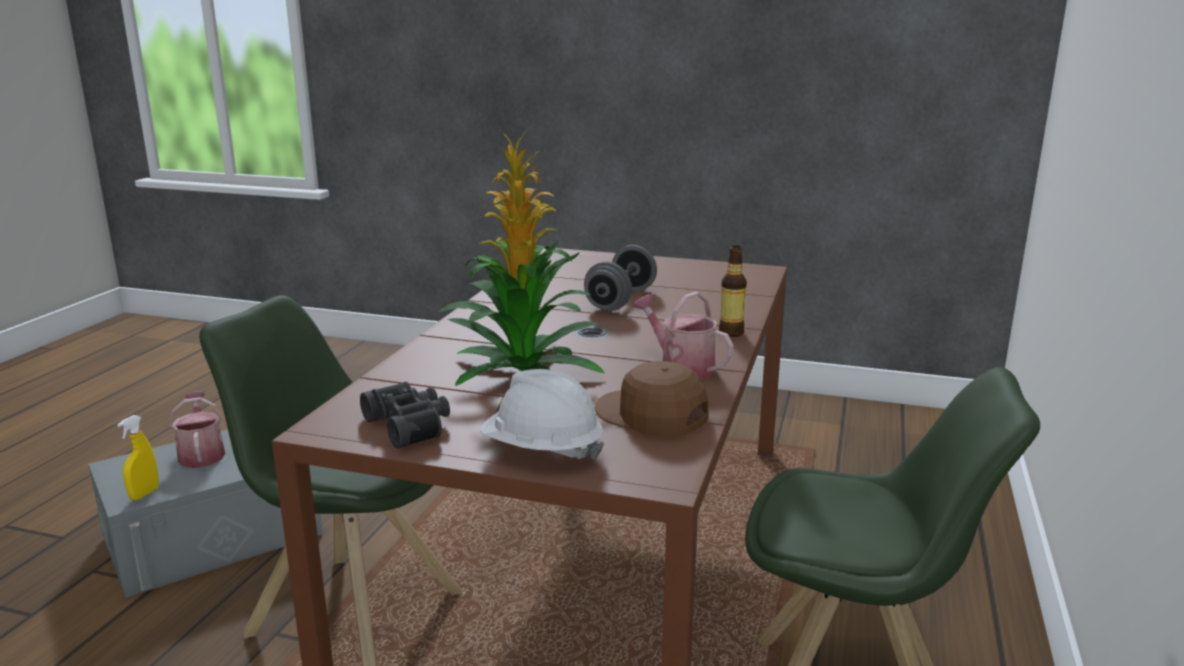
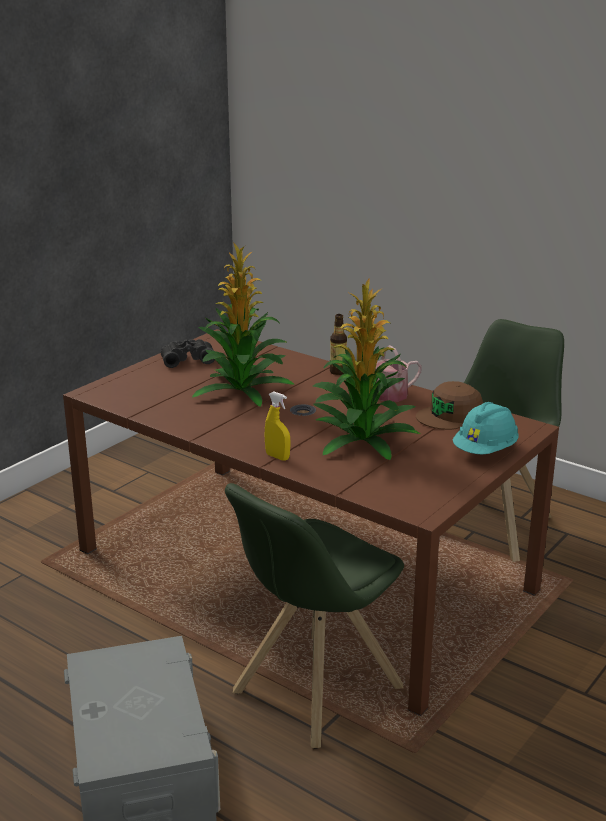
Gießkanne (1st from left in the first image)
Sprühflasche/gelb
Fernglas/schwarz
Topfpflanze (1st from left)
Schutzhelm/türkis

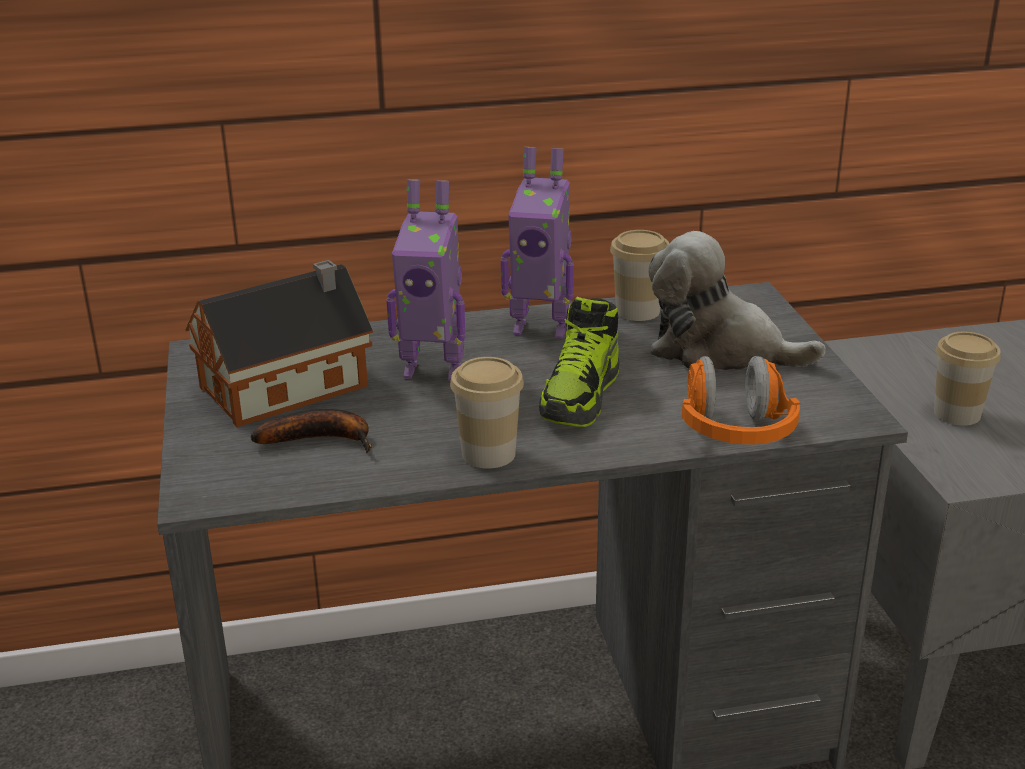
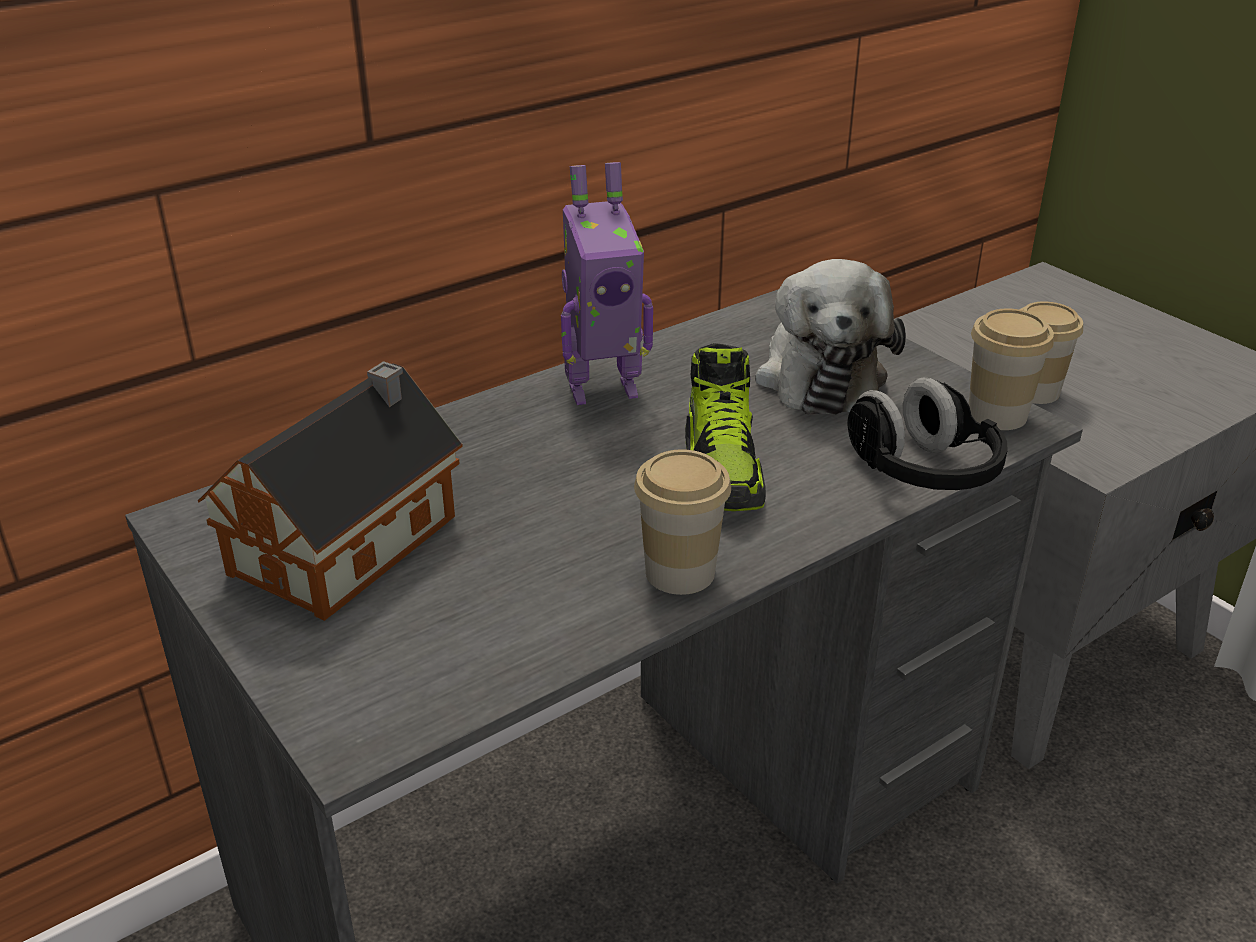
Banane
Spielzeugroboter (1st from left in the first image)
Tasse (2nd from left)
Kopfhörer/schwarz
Plüschtier

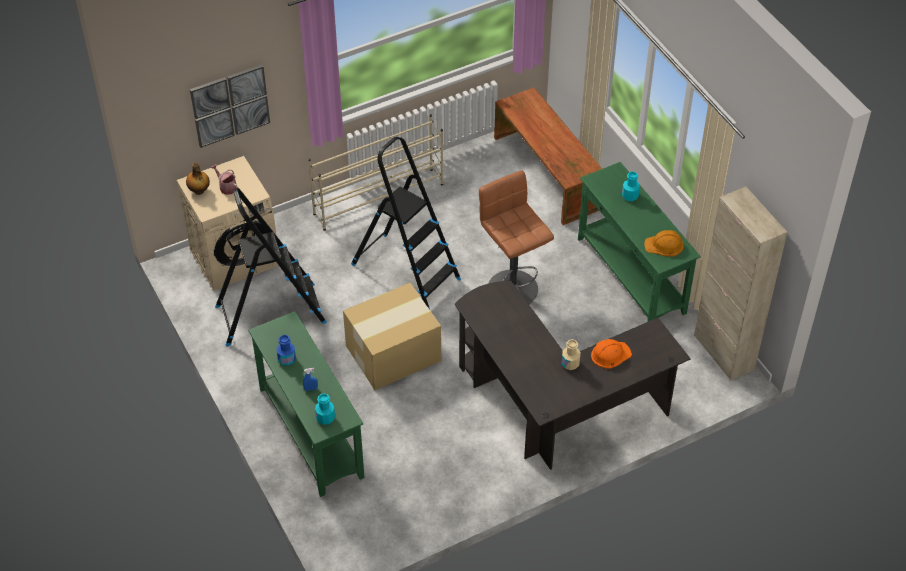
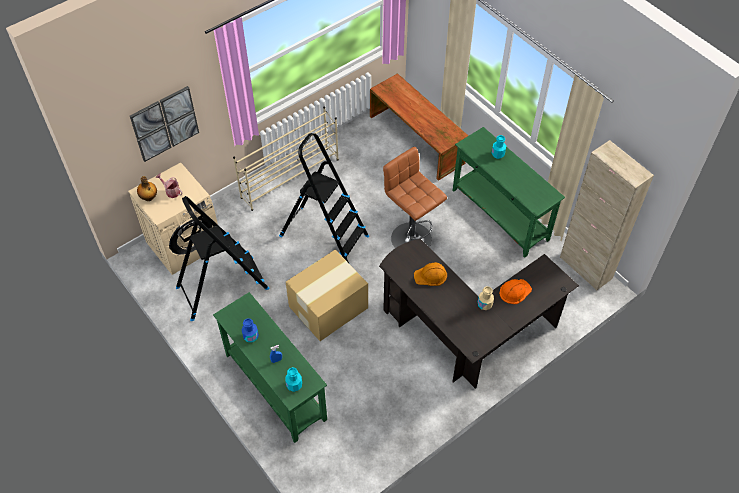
Schutzhelm/orange (1st from left)

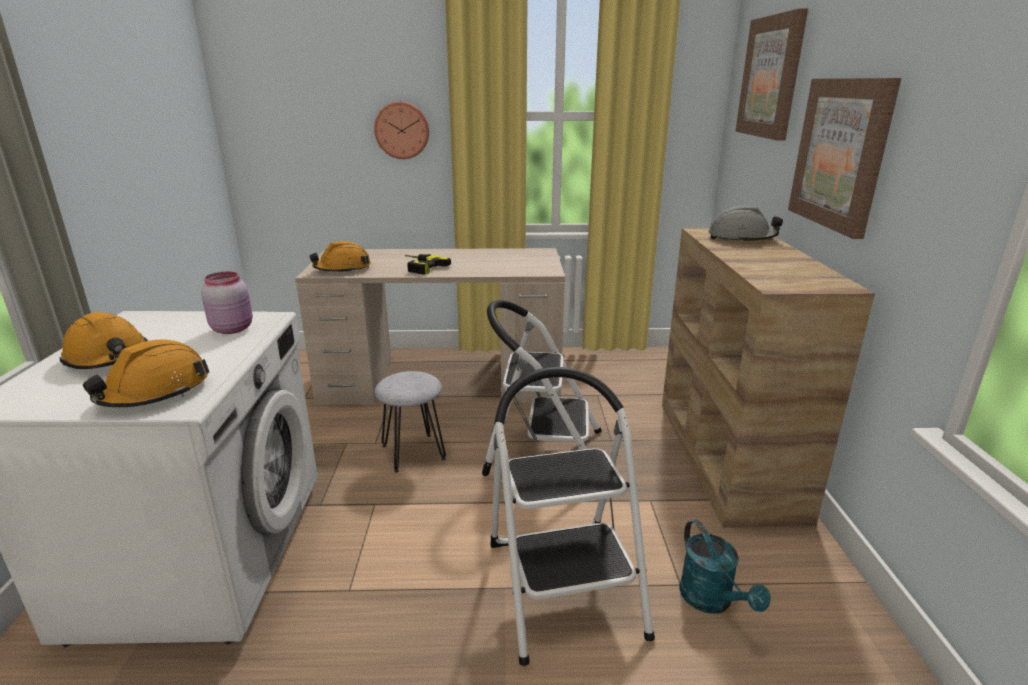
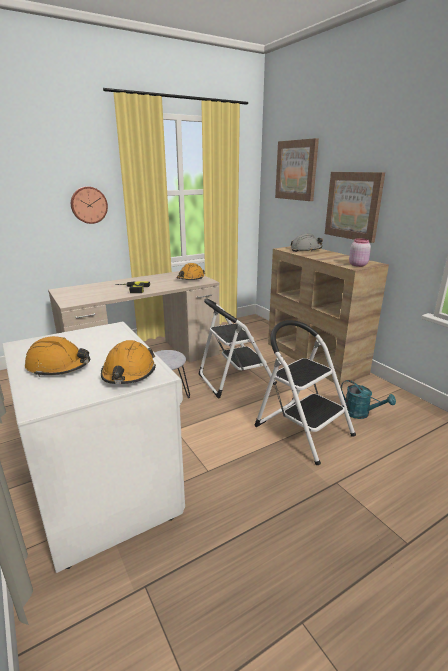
Vorratsglas/rosa
Schutzhelm/orange (3rd from left)

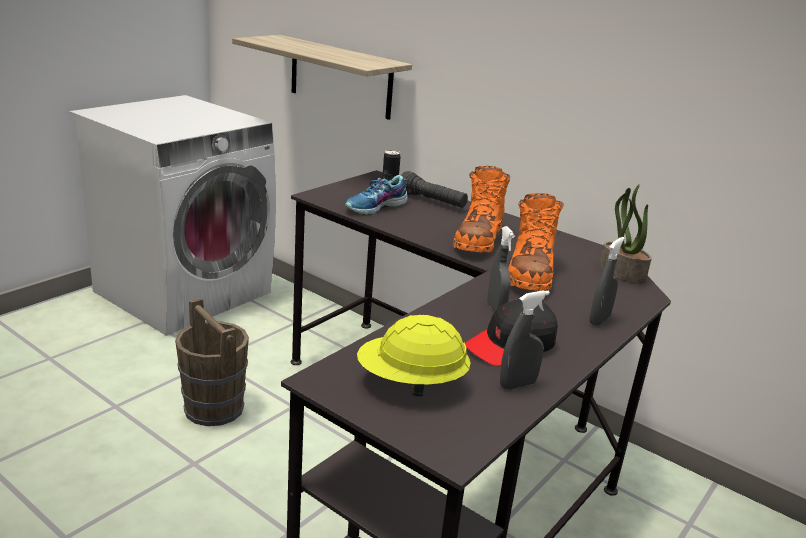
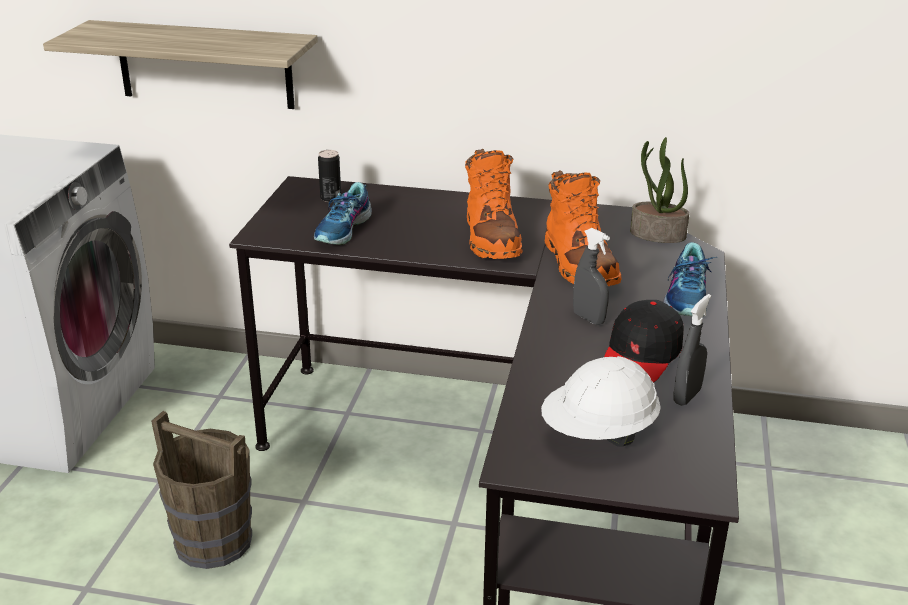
Taschenlampe/schwarz
Schuh (2nd from left)
Schutzhelm/weiß

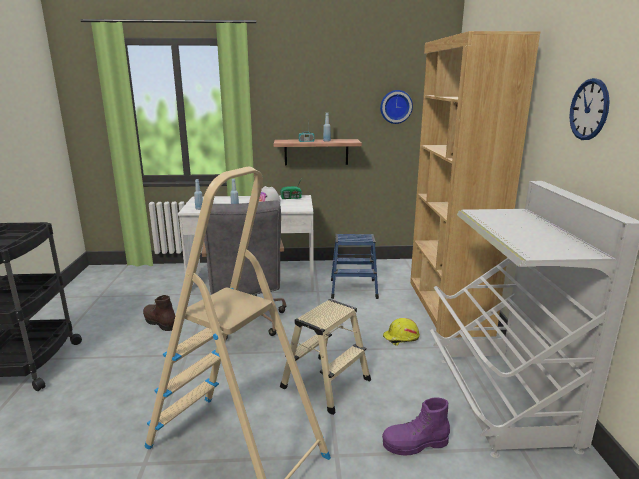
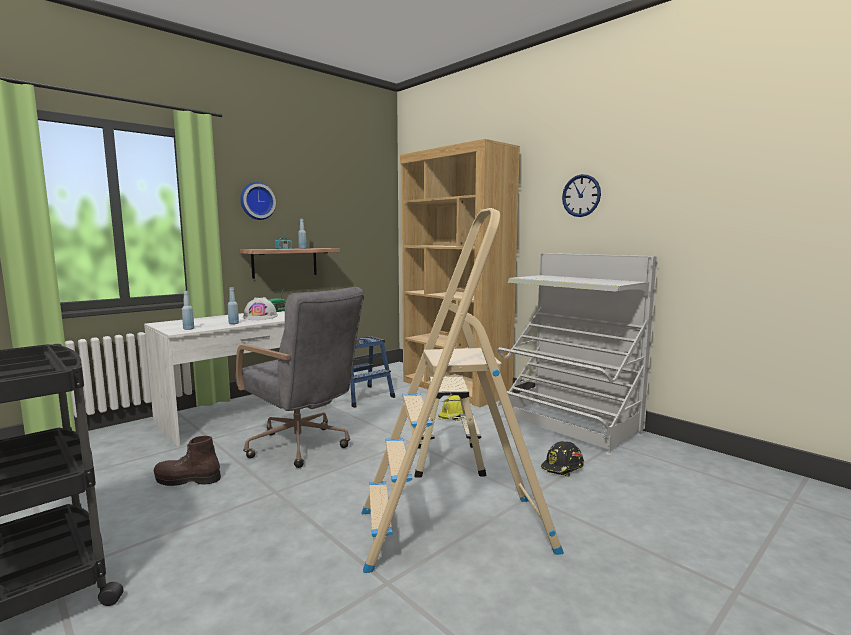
Wanduhr (1st from left)
Schutzhelm/schwarz

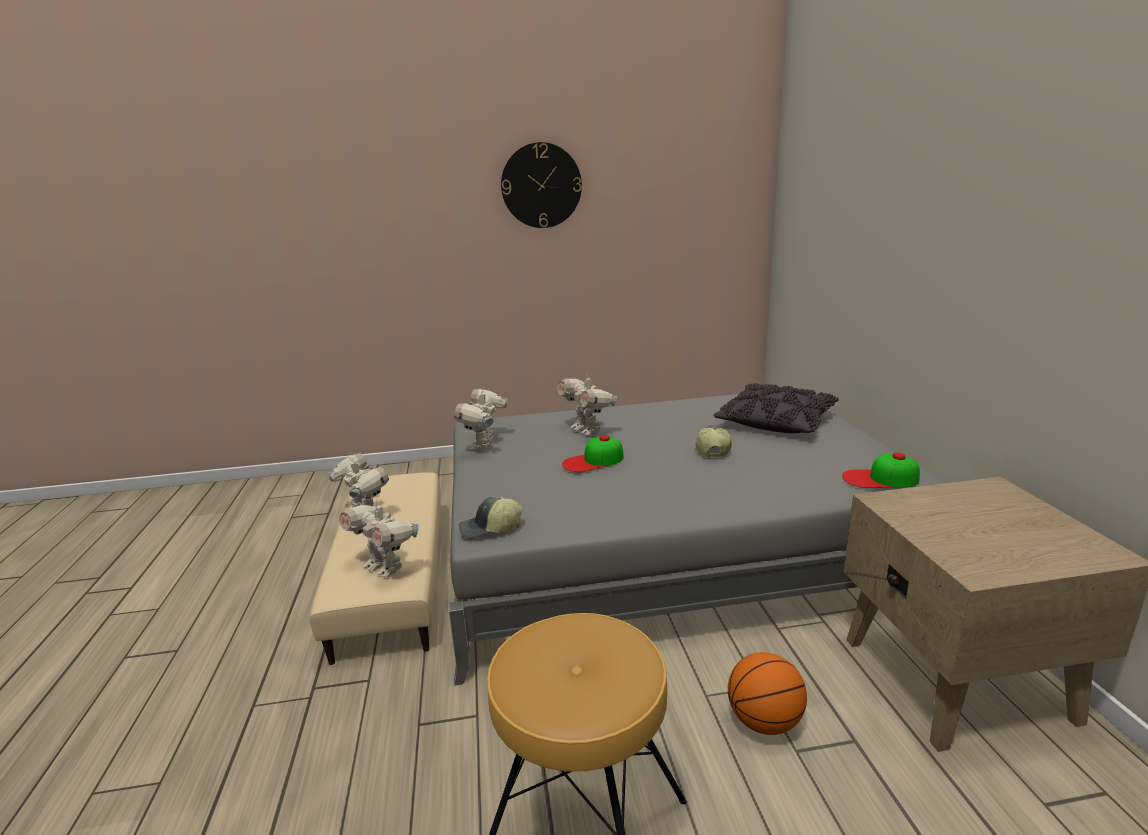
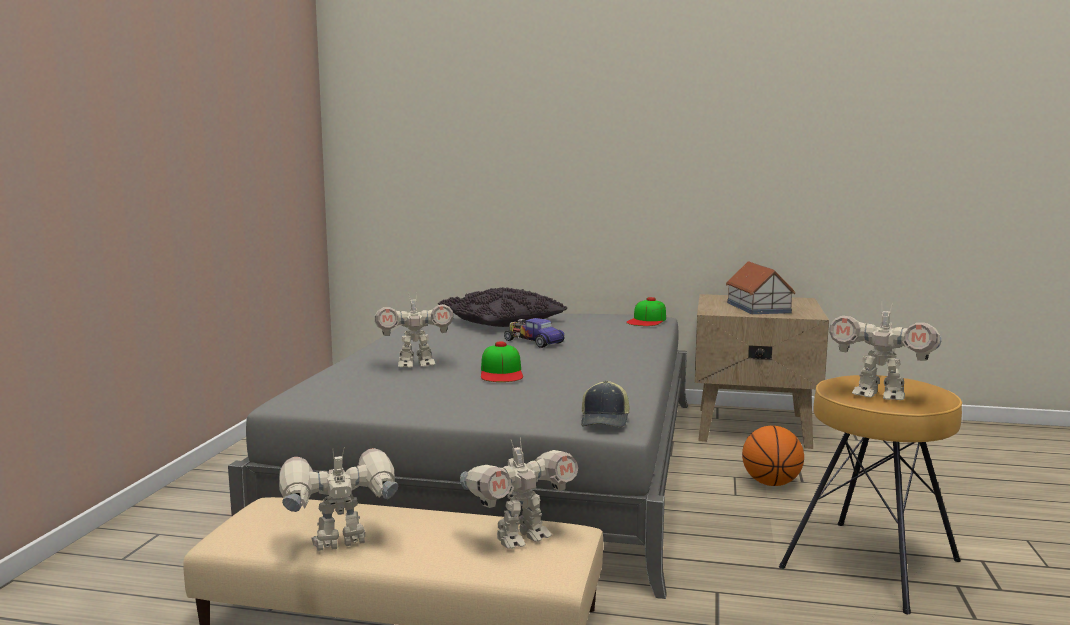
Wanduhr
Spielzeughaus
Spielzeugroboter (4th from left)
Spielzeugauto

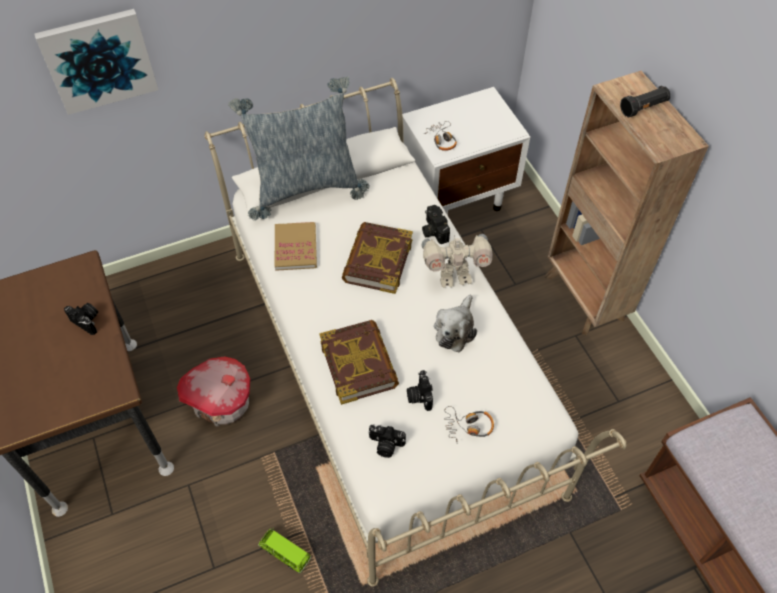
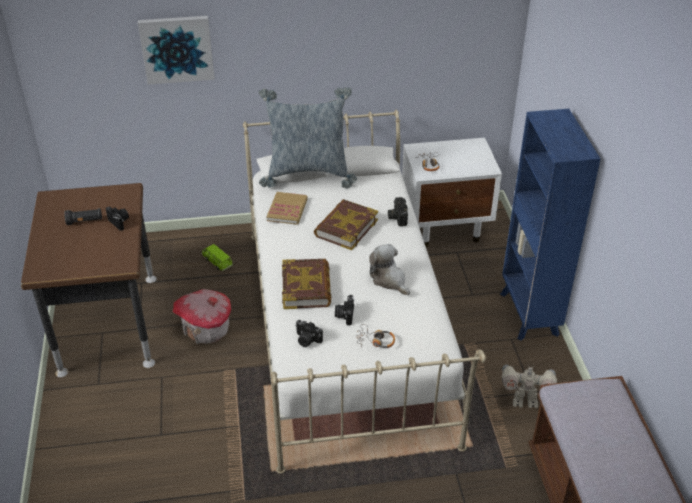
Spielzeugauto/grün
Spielzeugroboter
Taschenlampe/schwarz
Bücherregal/blau
Plüschtier

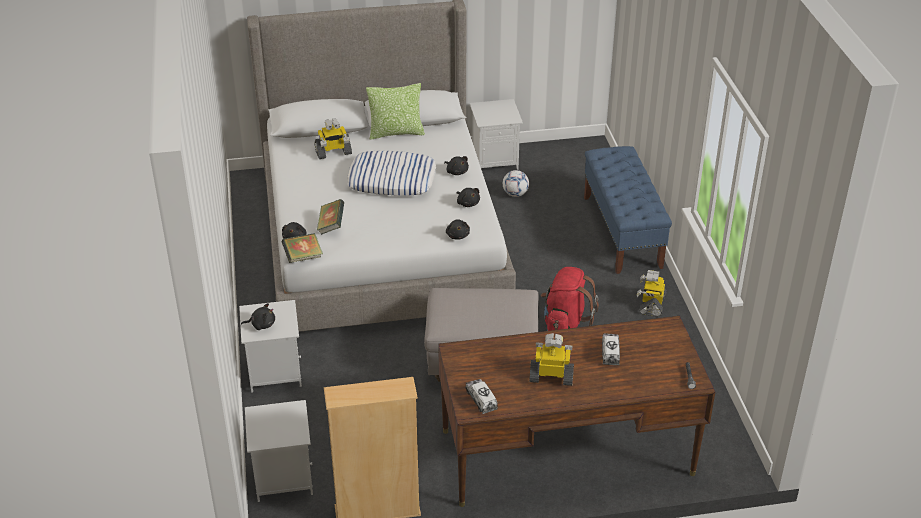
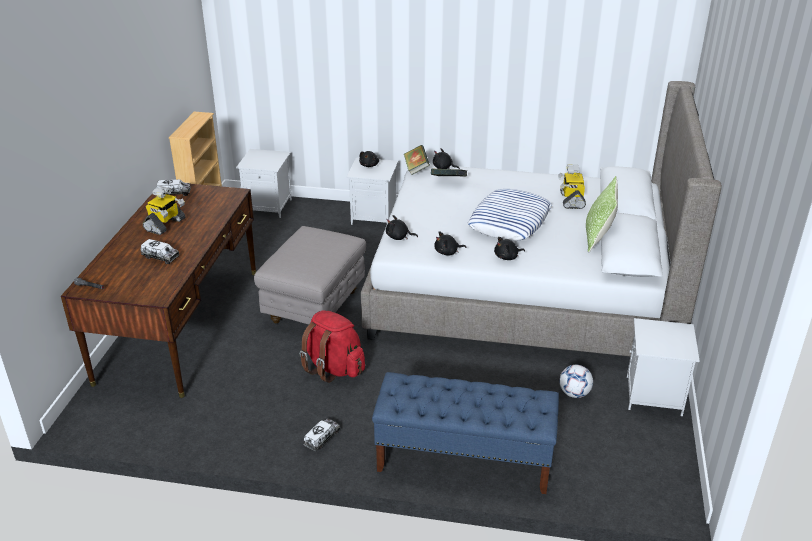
Spielzeuglaster (3rd from left)

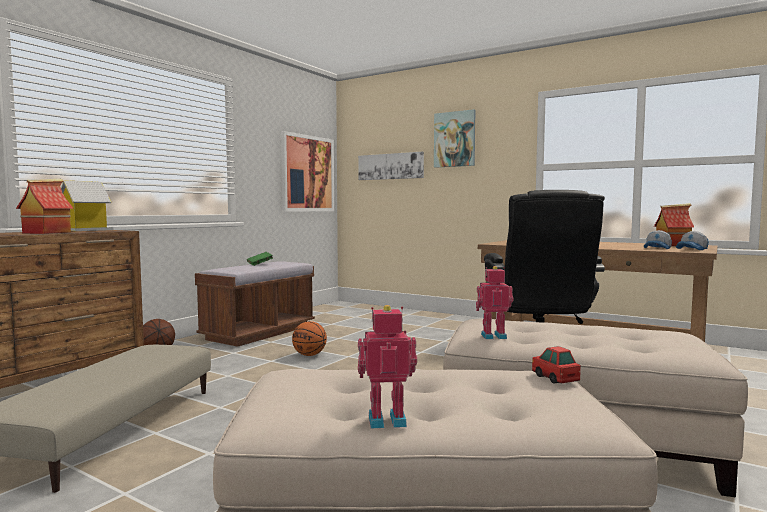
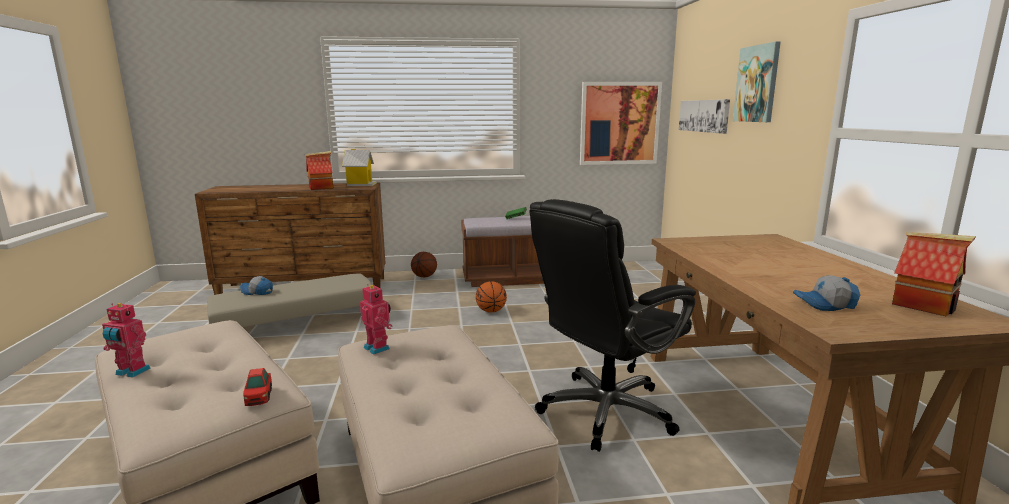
Kappe (1st from left)
Spielzeugroboter (1st from left)
Spielzeugauto

